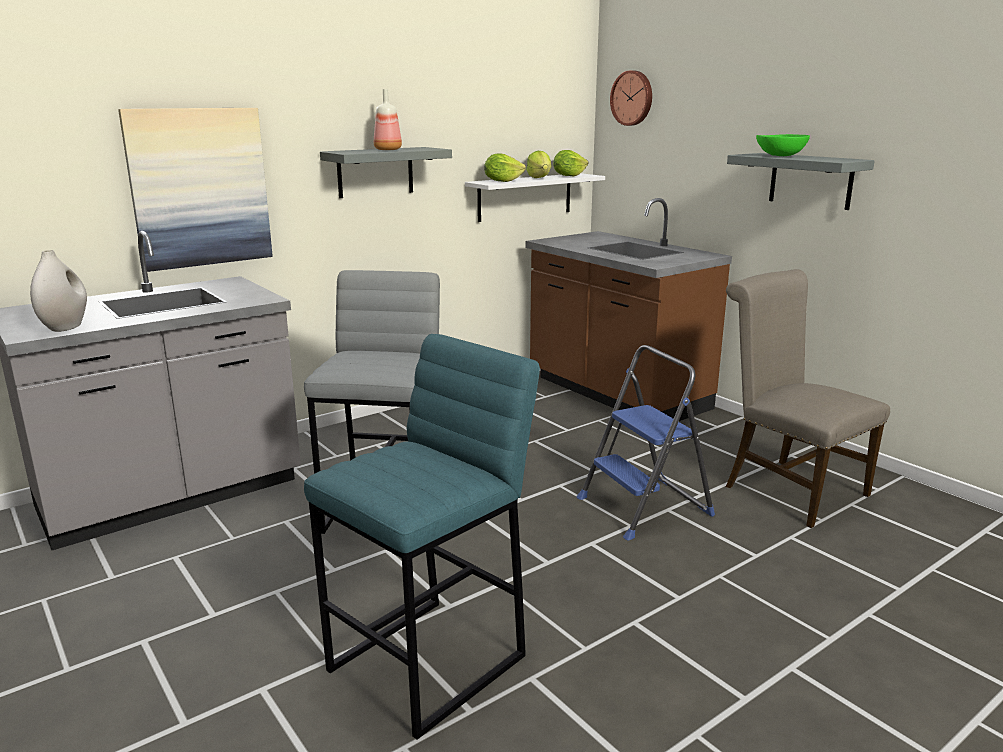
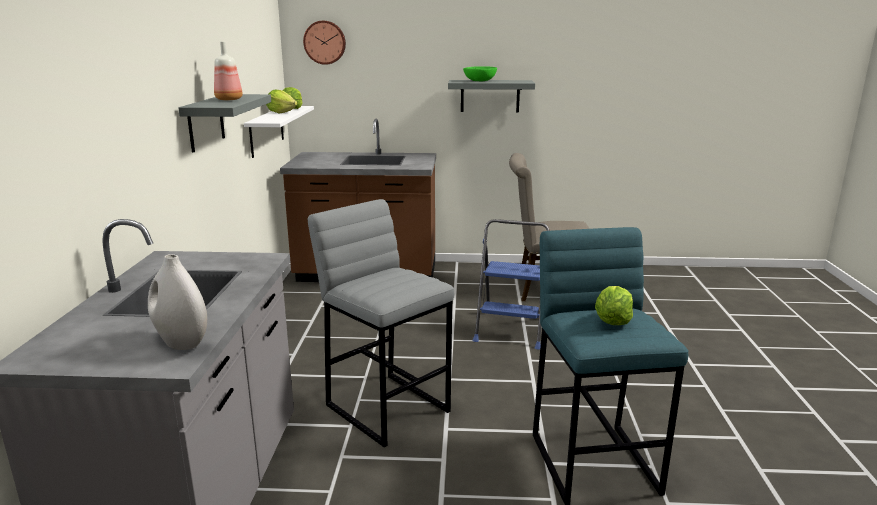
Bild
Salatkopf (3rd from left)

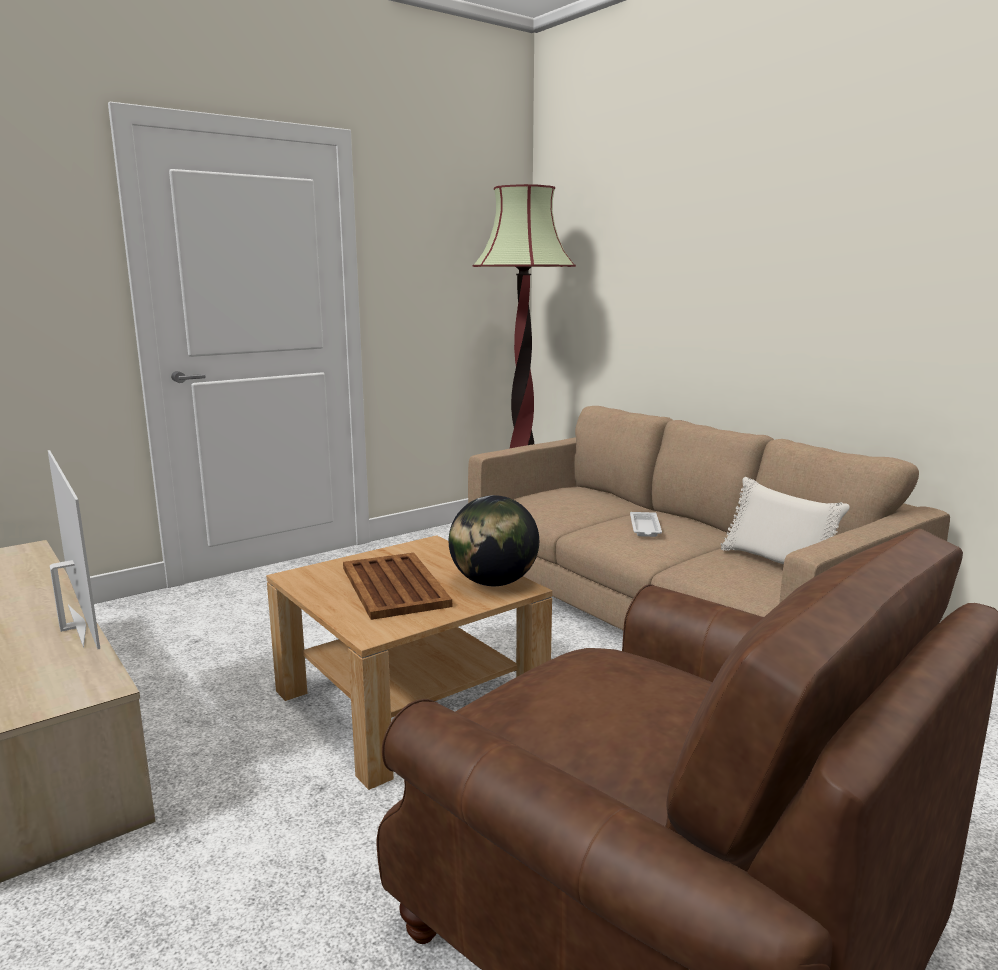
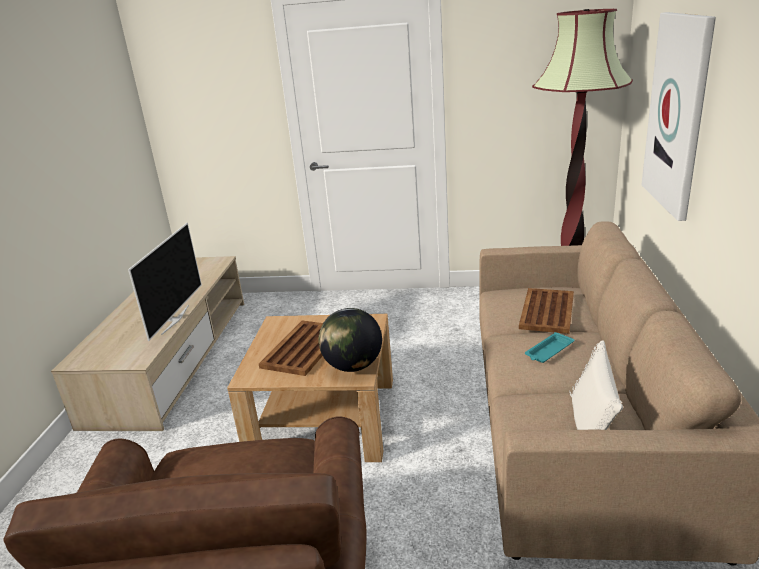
Tablett/braun (2nd from left)
Bild
Tablett/türkis

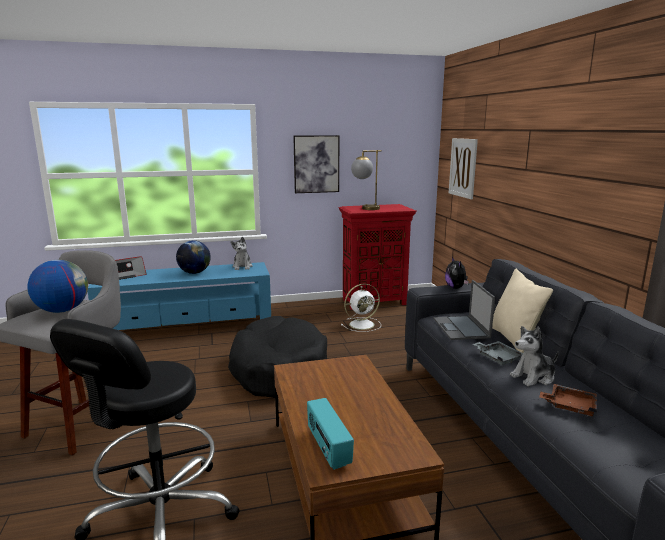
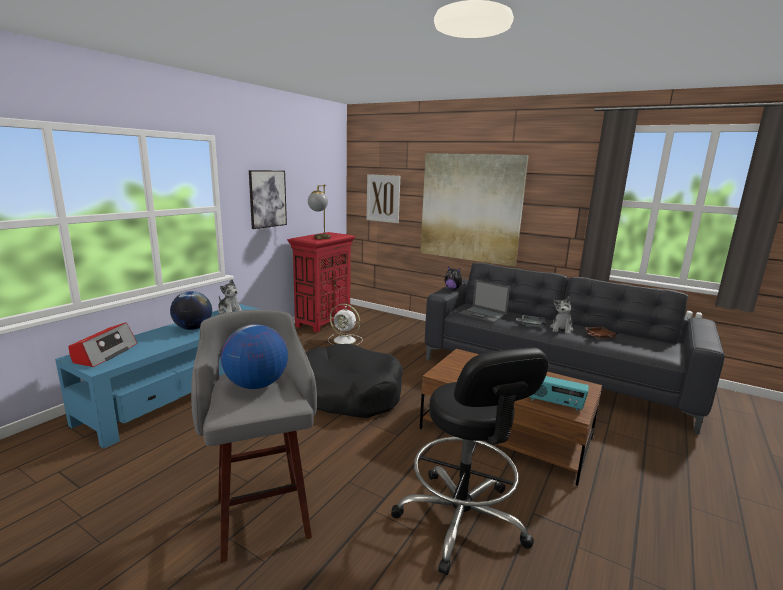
Kissen/beige
Bild (3rd from left)
Ventilator/weiß

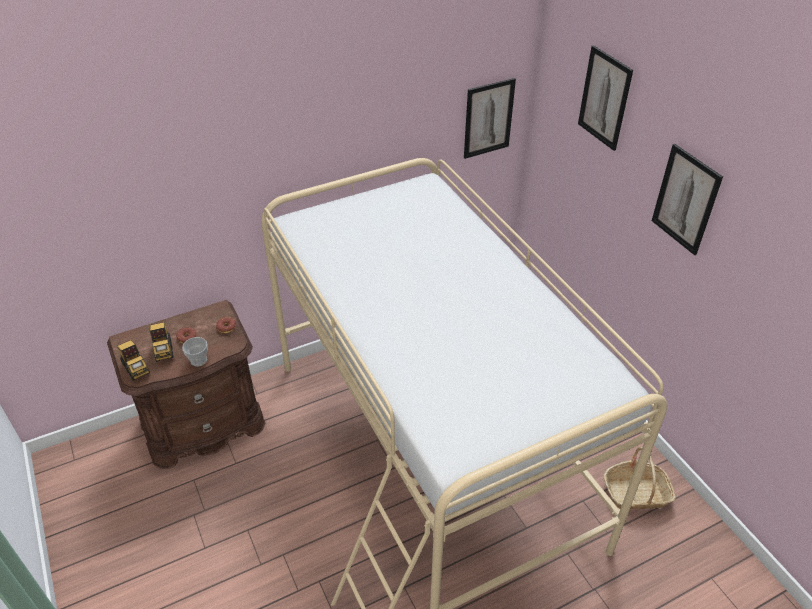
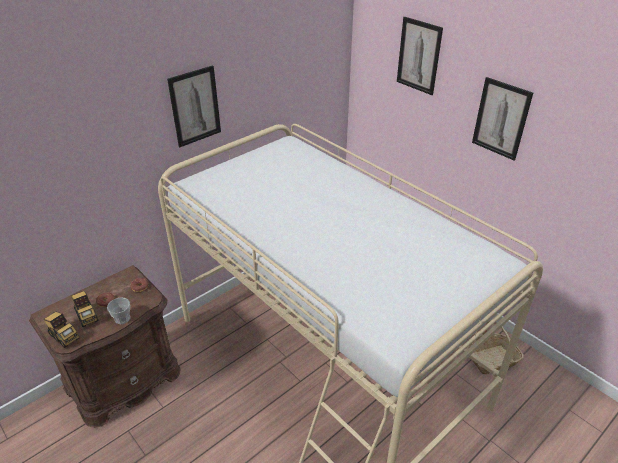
Bild (1st from left)

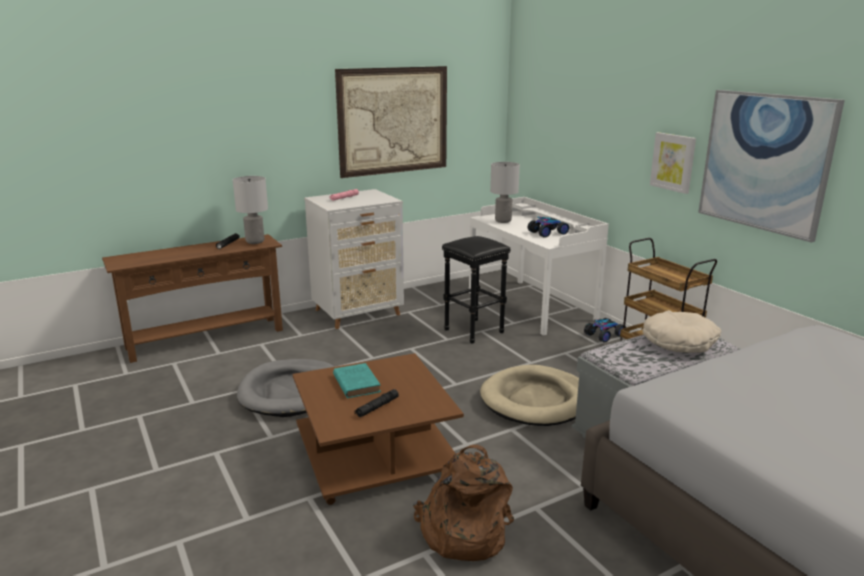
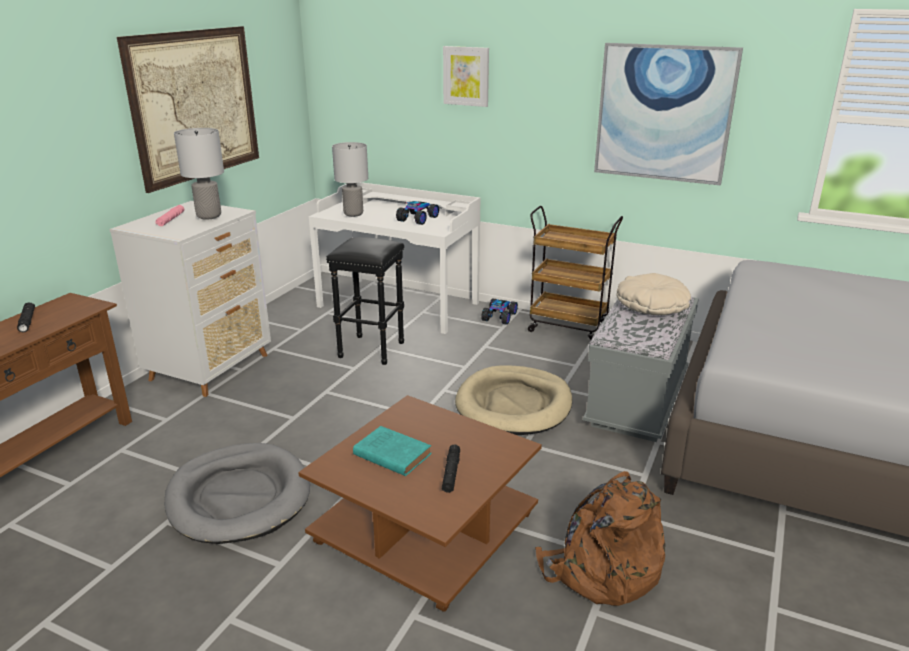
Tischlampe/grau (1st from left)
Bild (2nd from left)

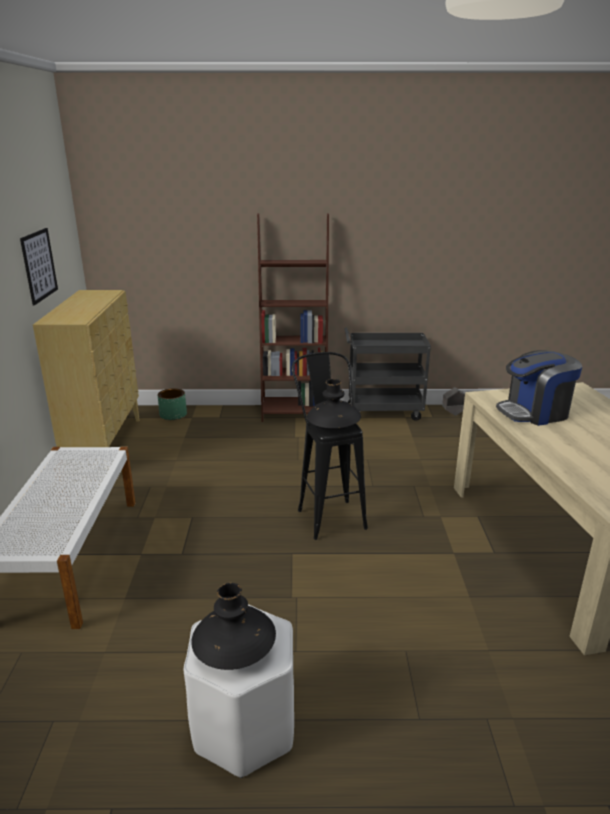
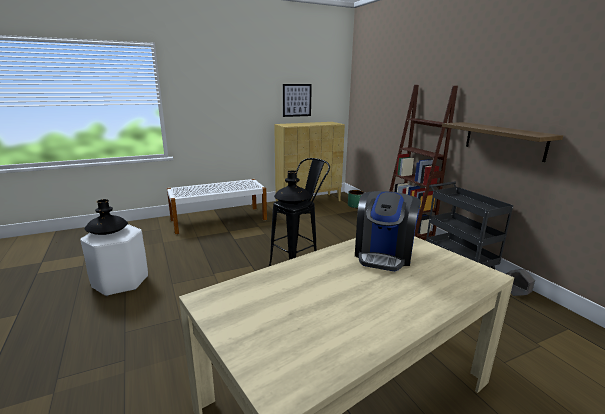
Wandregal
Kaffeemaschine

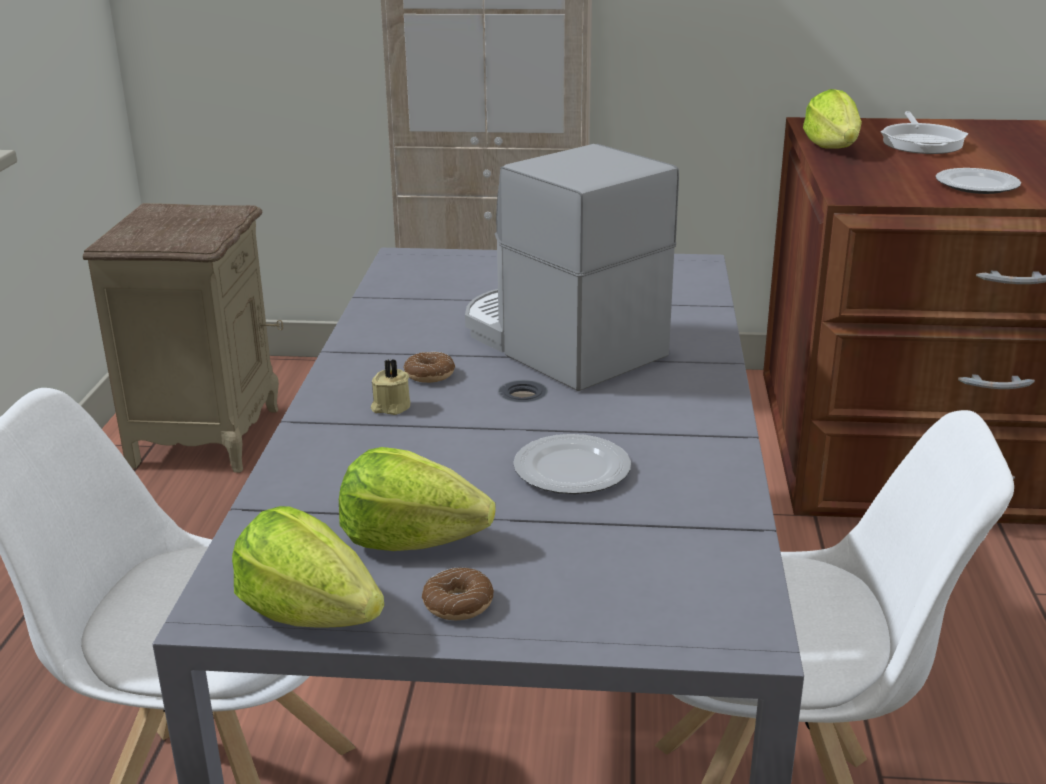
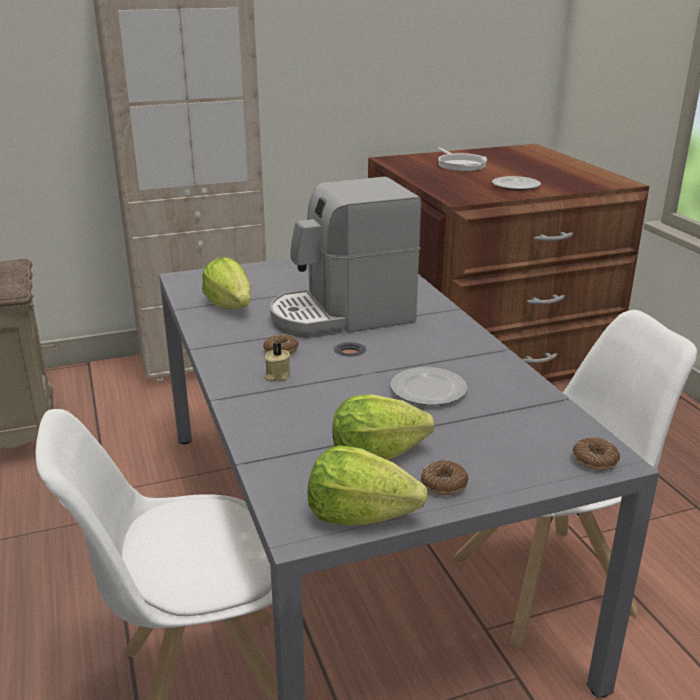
Donut (3rd from left)
Salatkopf (1st from left)
Kaffeemaschine

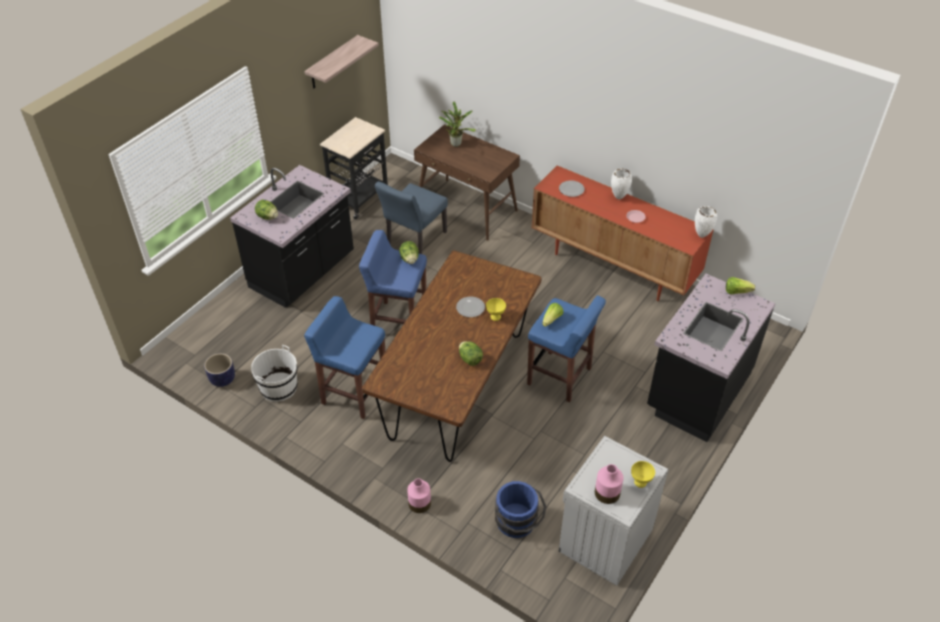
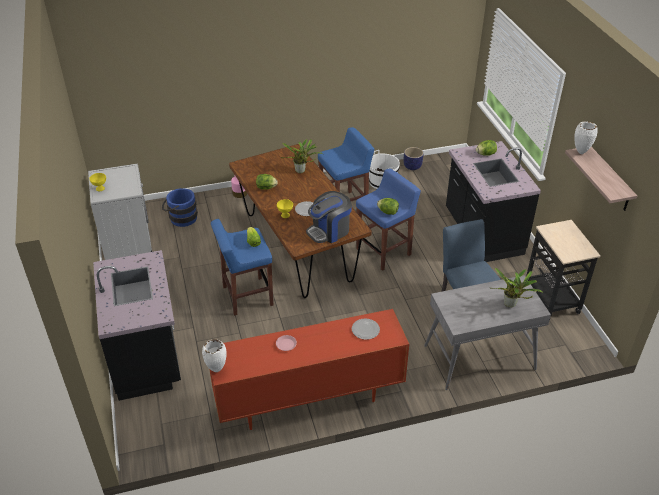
Vase/rosa (2nd from left in the first image)
Salatkopf (5th from left in the first image)
Topfpflanze (1st from left)
Kaffeemaschine
Vase/weiß (2nd from left)
Schreibtisch/grau

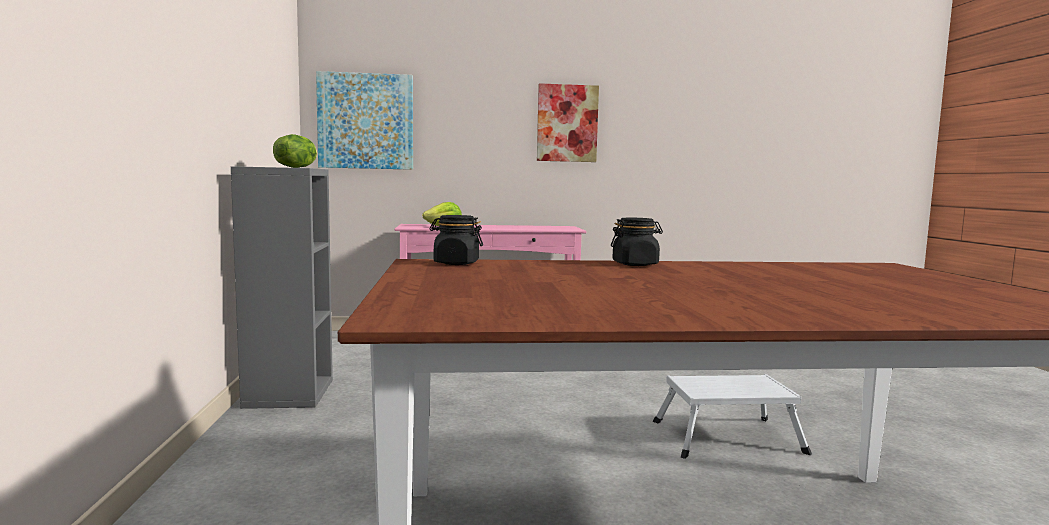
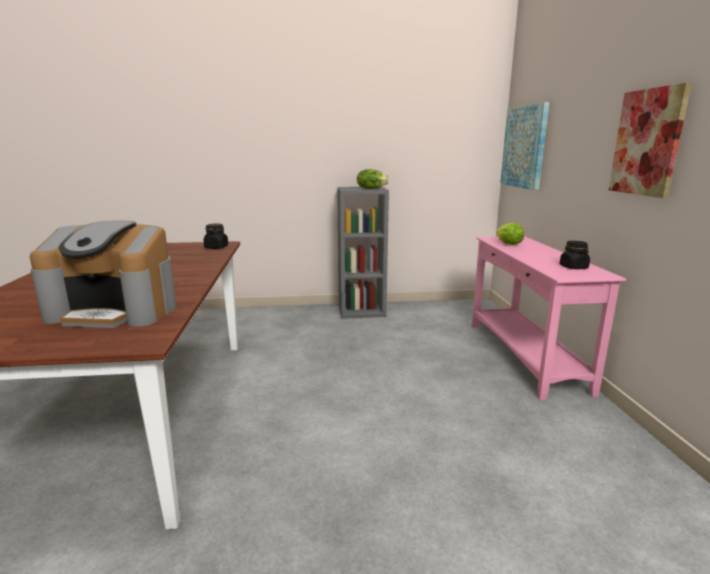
Trittleiter/weiß
Kaffeemaschine
Vorratsglas/schwarz (2nd from left)

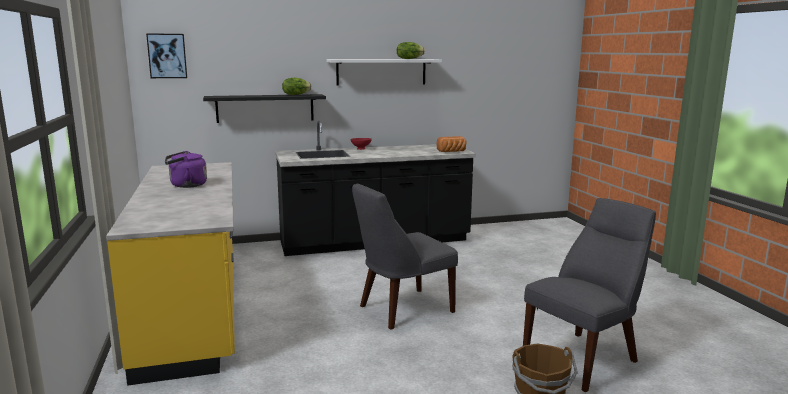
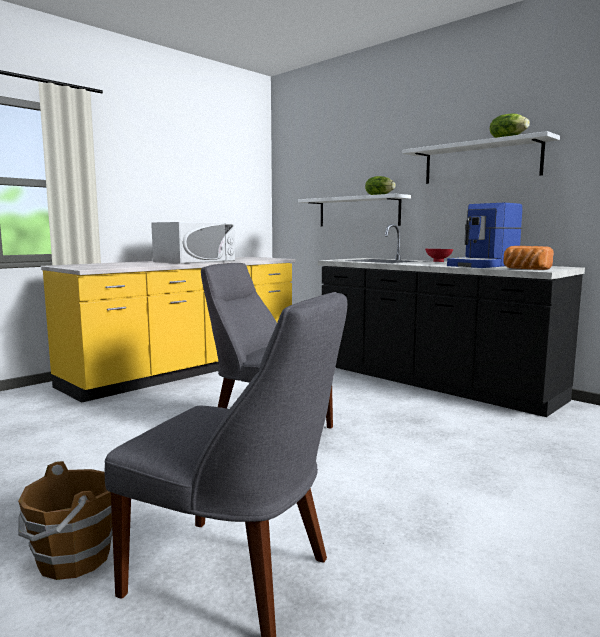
Bild
Kaffeemaschine
Mikrowelle/weiß
Wandregal/weiß (1st from left)

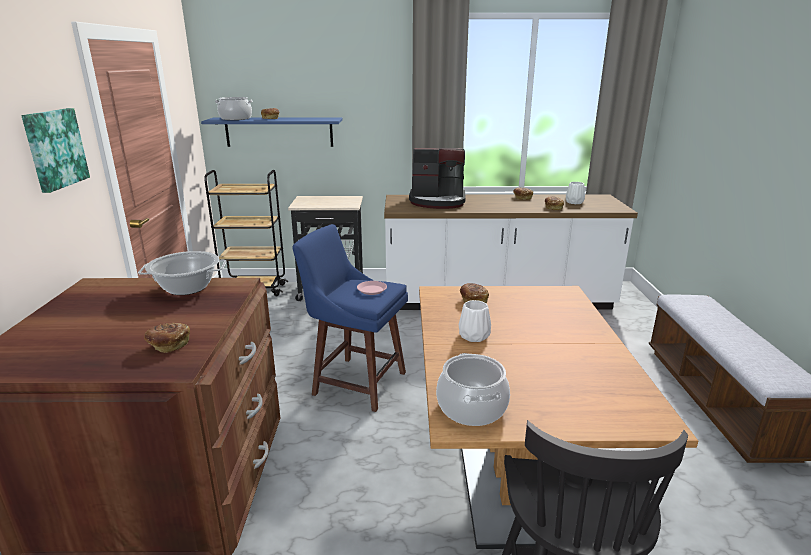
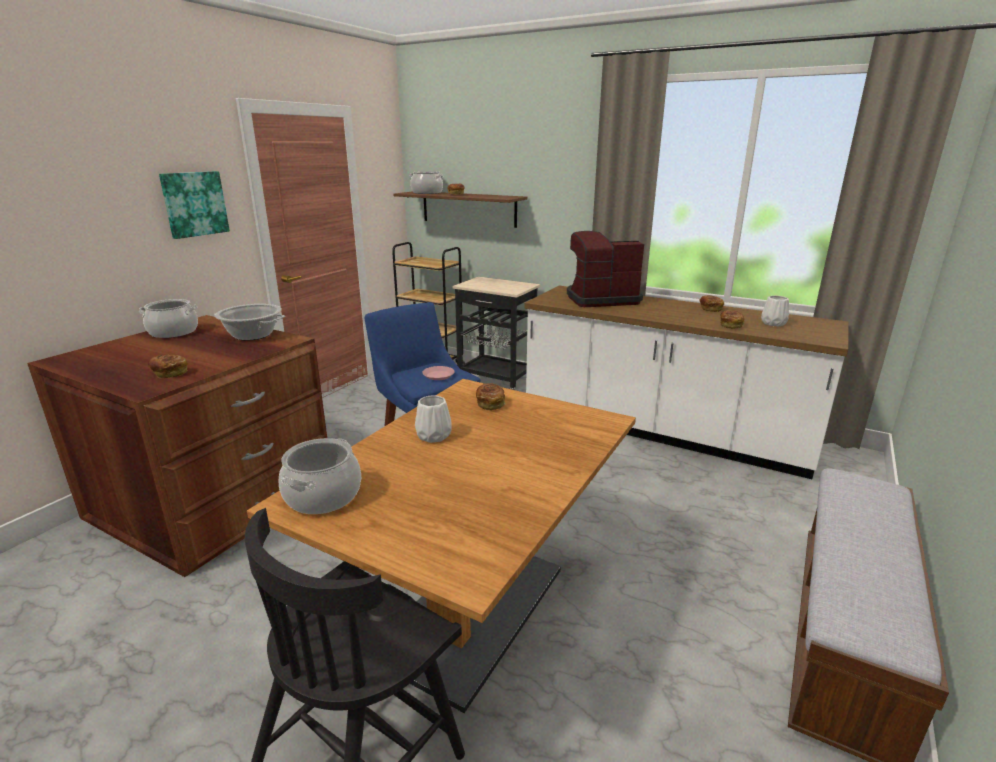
Kochtopf (1st from left)
Wandregal/braun
Kaffeemaschine

